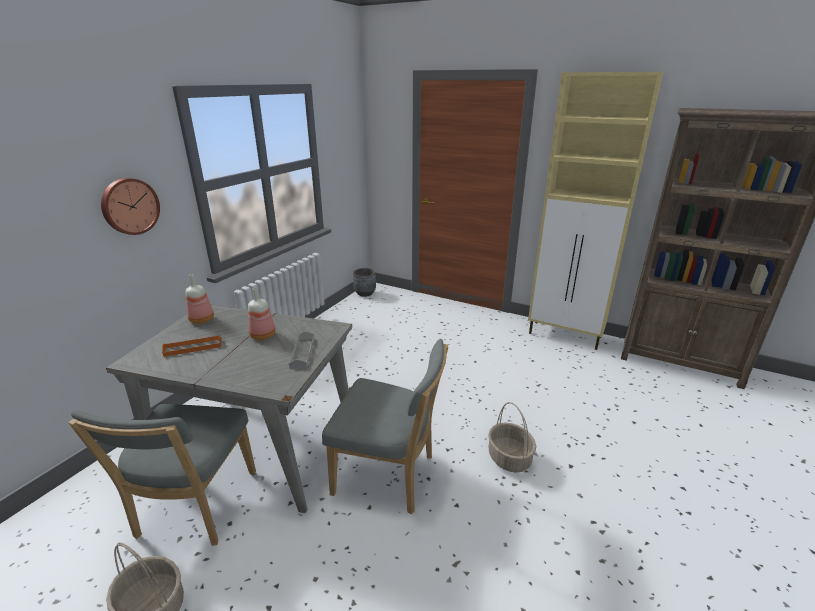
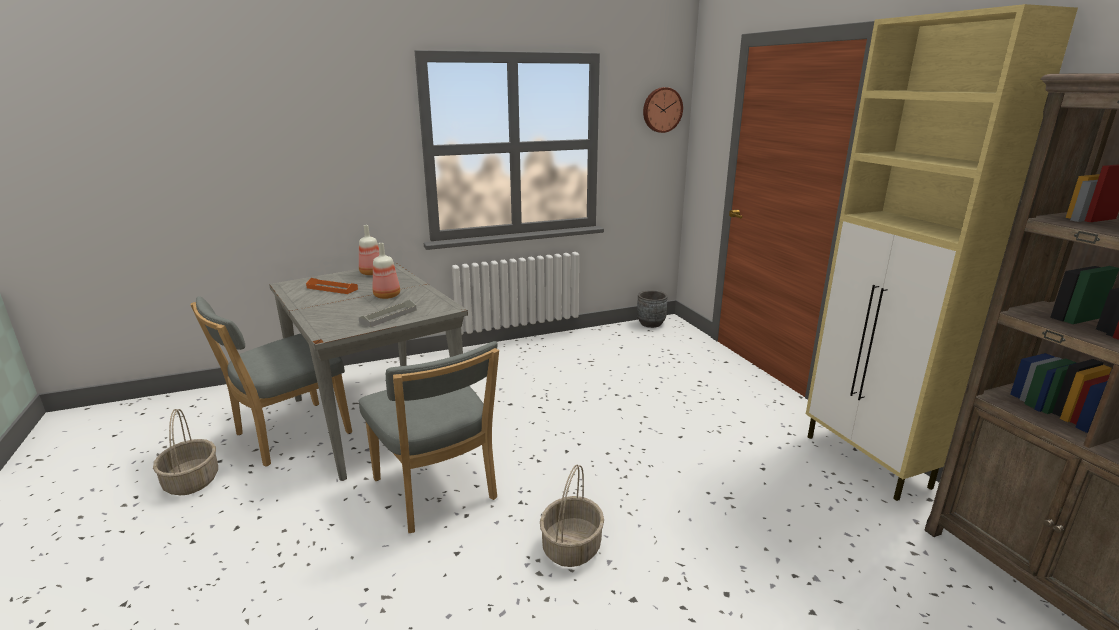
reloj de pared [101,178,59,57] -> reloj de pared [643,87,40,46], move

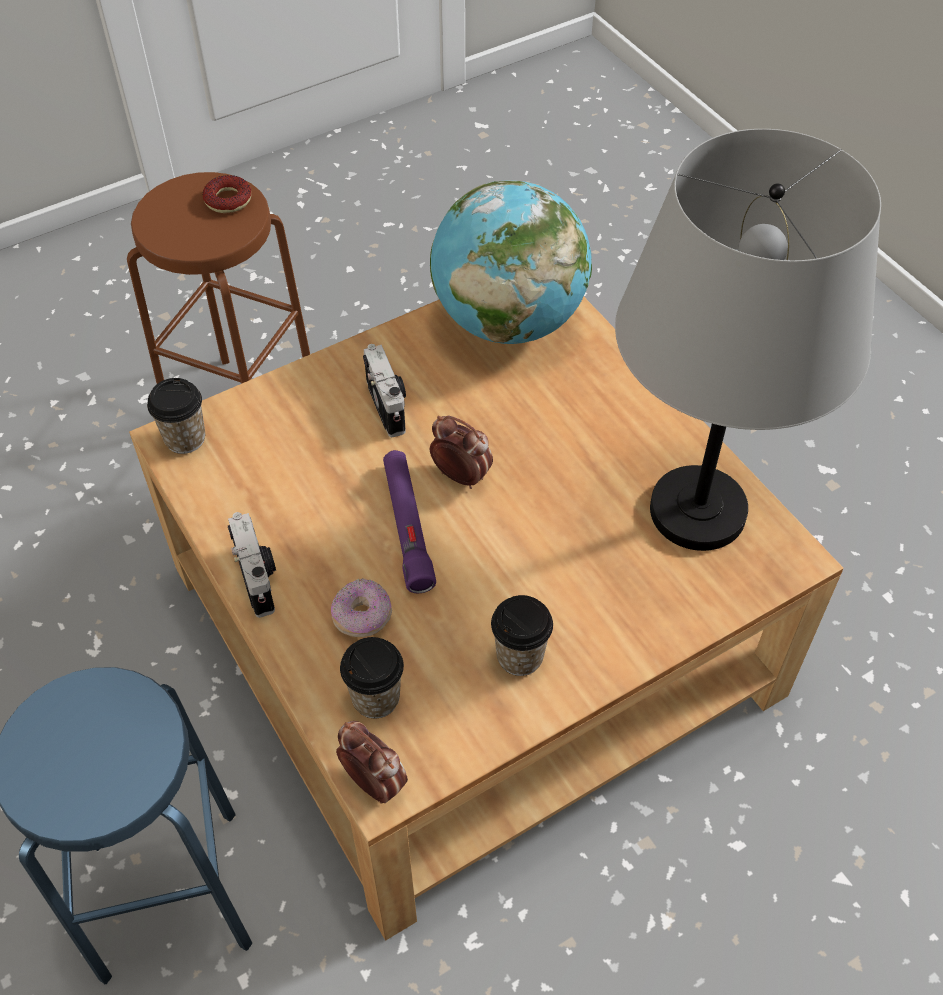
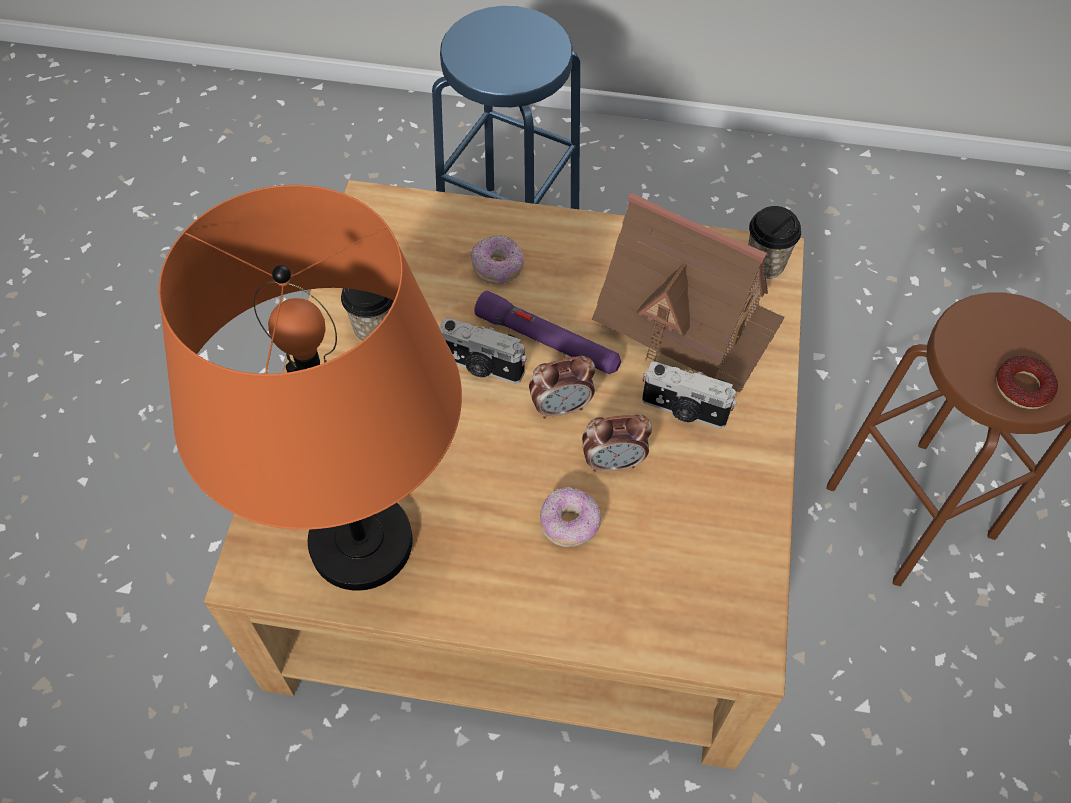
lámpara de mesa [gris] [615,129,266,422] -> lámpara de mesa [naranja] [159,185,303,406]
globo terráqueo [430,181,162,163] -> none
cámara [228,512,48,106] -> cámara [439,318,88,66], move
taza [340,637,64,81] -> none
despertador [336,721,72,83] -> despertador [582,414,70,58], move
none -> casita [592,193,193,200]
none -> rosquilla [540,487,61,60]

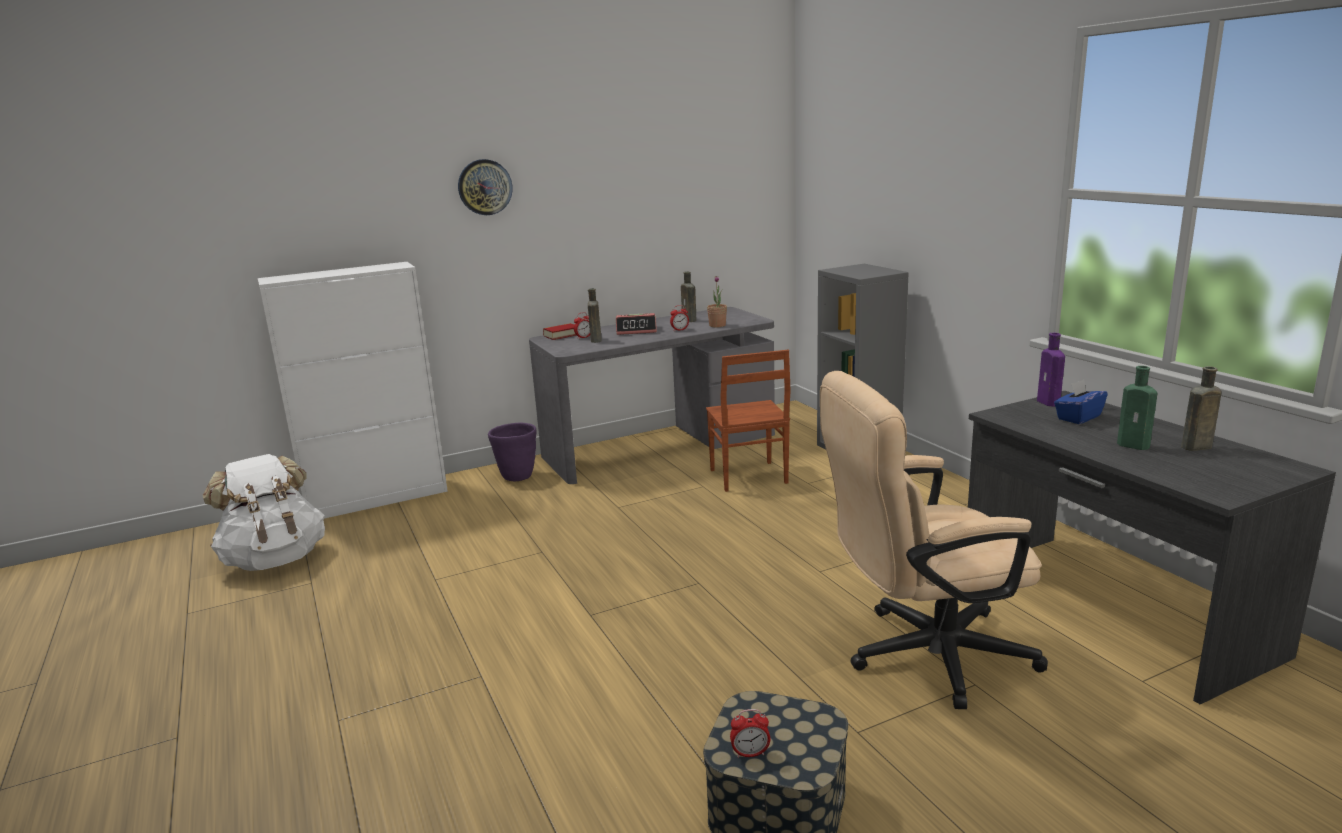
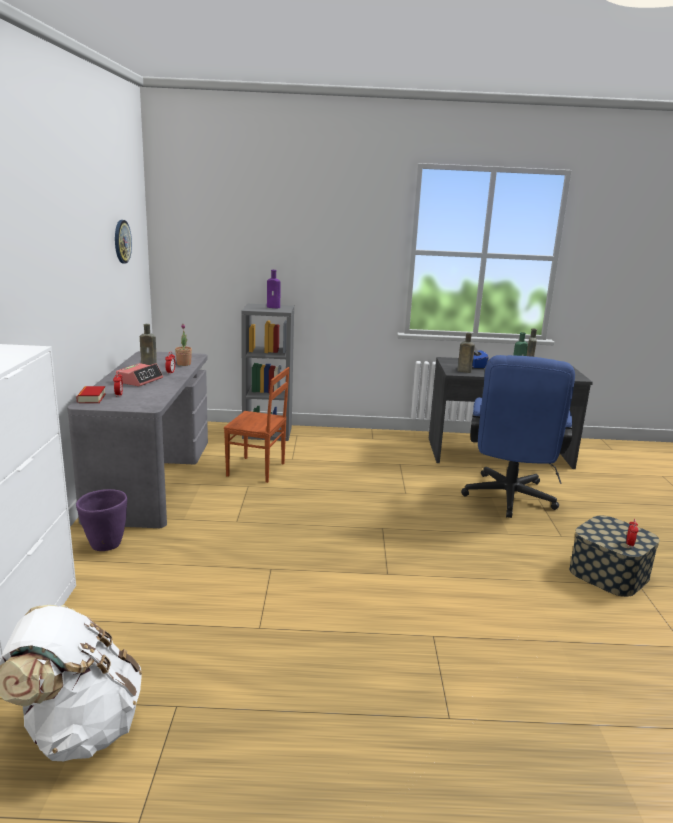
reloj de pared [458,159,55,56] -> reloj de pared [115,220,17,44], move
botella [marrón] [588,288,14,55] -> botella [marrón] [457,333,18,40], move
botella [morado] [1037,333,28,73] -> botella [morado] [267,270,14,38], move
silla de oficina [beis] [820,371,228,338] -> silla de oficina [azul] [461,355,114,163]

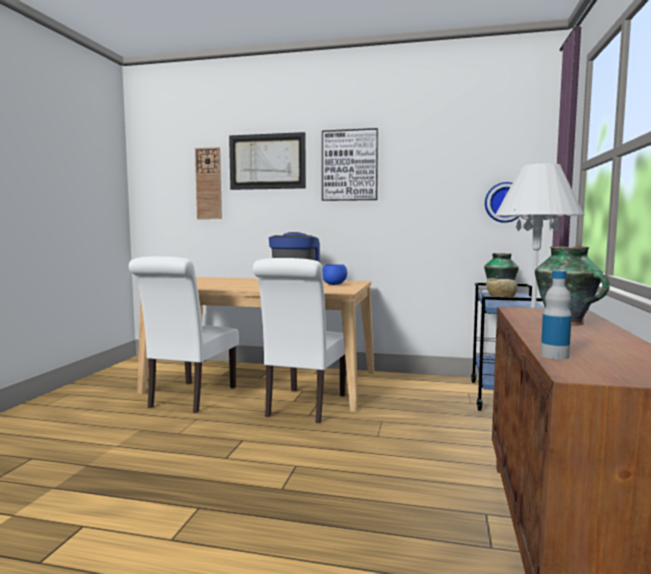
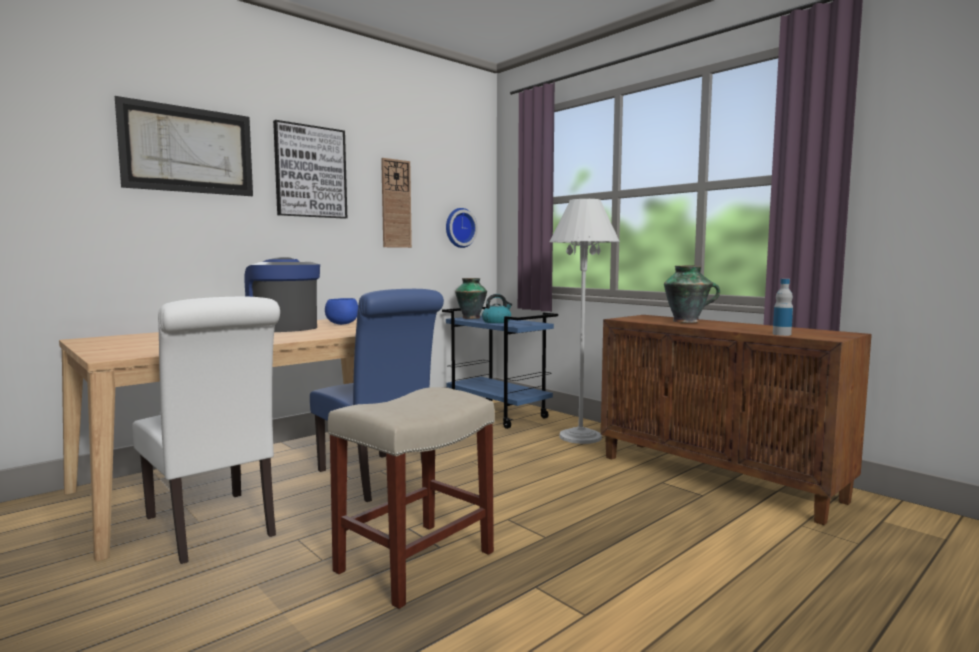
reloj de pared [195,147,27,72] -> reloj de pared [381,158,31,90], move
silla [blanco] [253,258,93,165] -> silla [azul] [310,289,134,213]
cuenco [beis] [486,278,32,19] -> hervidor [482,294,30,29]
none -> taburete [beis] [328,387,167,222]

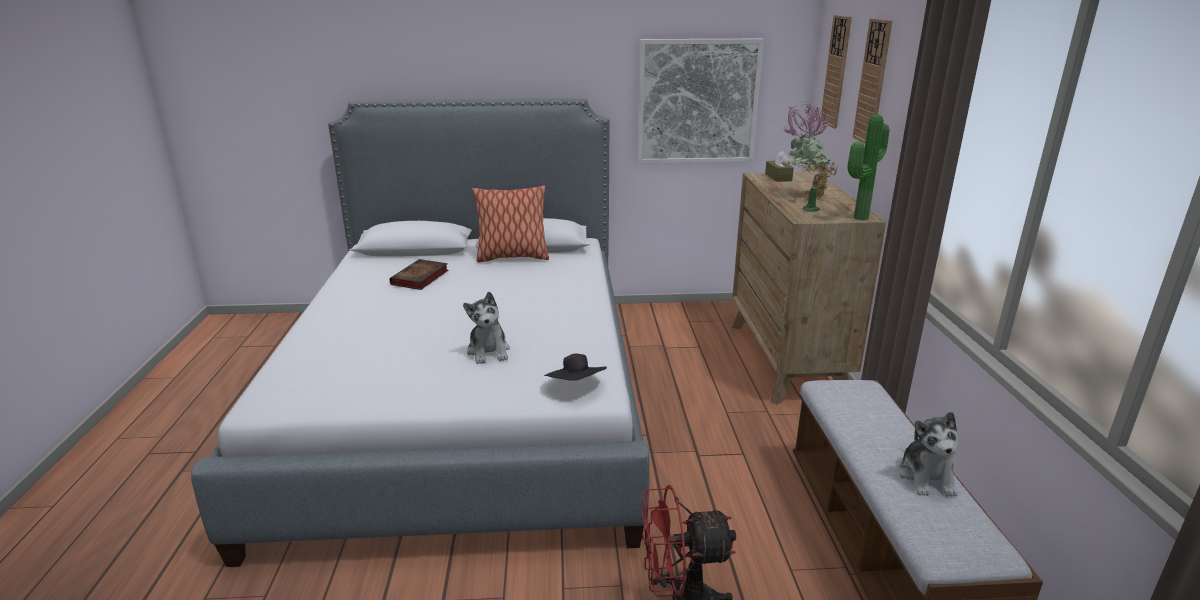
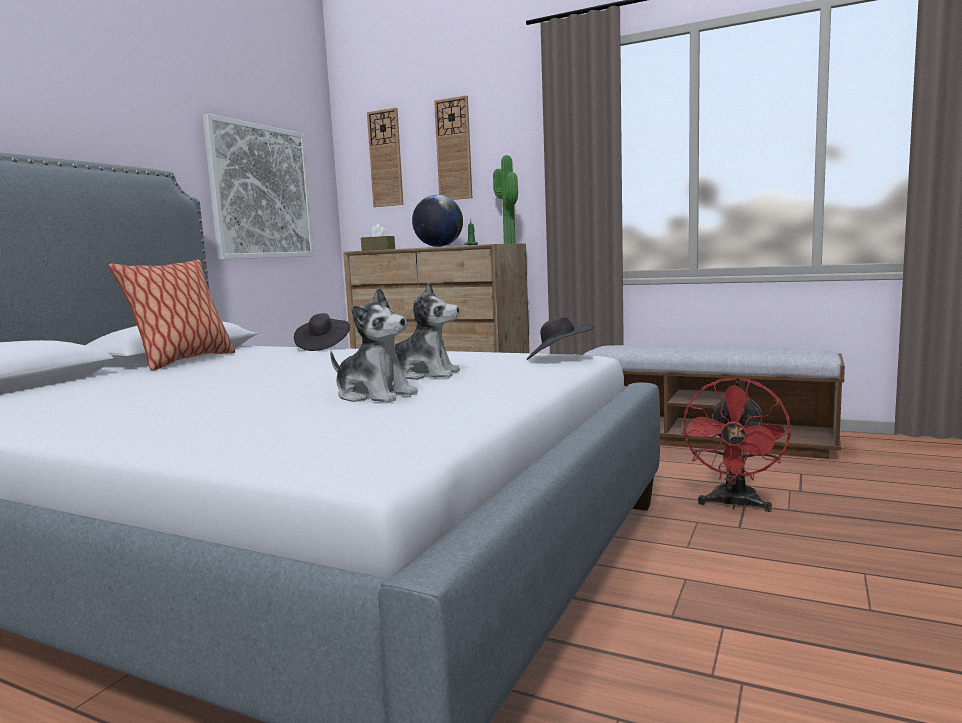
planta en maceta [783,102,55,98] -> globo terráqueo [412,195,51,52]
libro [390,259,58,31] -> none
peluche [898,412,60,85] -> peluche [330,288,88,115], move
none -> sombrero [negro] [294,313,56,38]

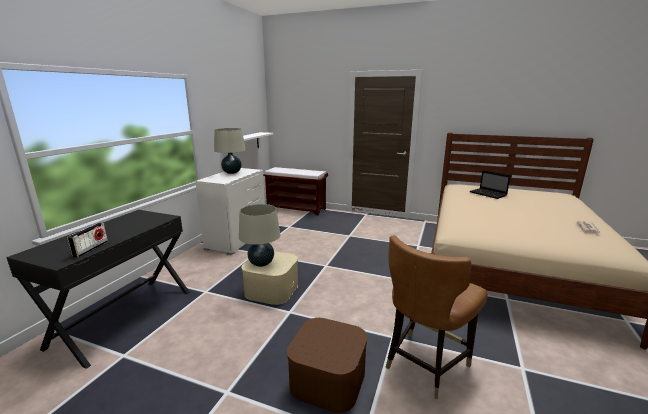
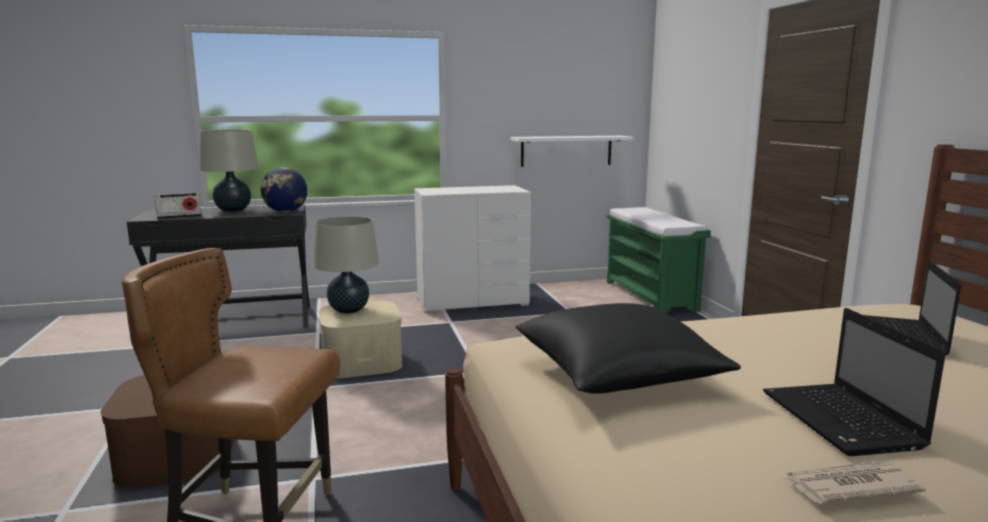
lámpara de mesa [beis] [214,128,32,46] -> lámpara de mesa [beis] [199,130,60,82], move
banco [marrón] [263,167,65,48] -> banco [verde] [607,207,104,106]
none -> globo terráqueo [261,167,46,45]
none -> cojín [negro] [515,303,226,91]
none -> portátil [763,308,183,148]

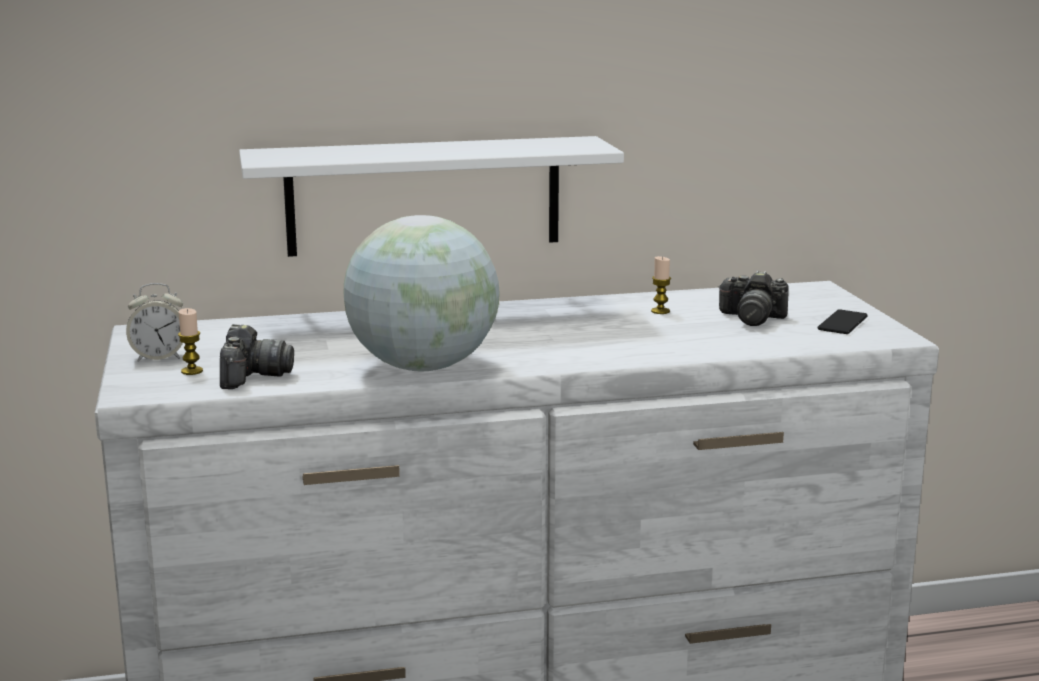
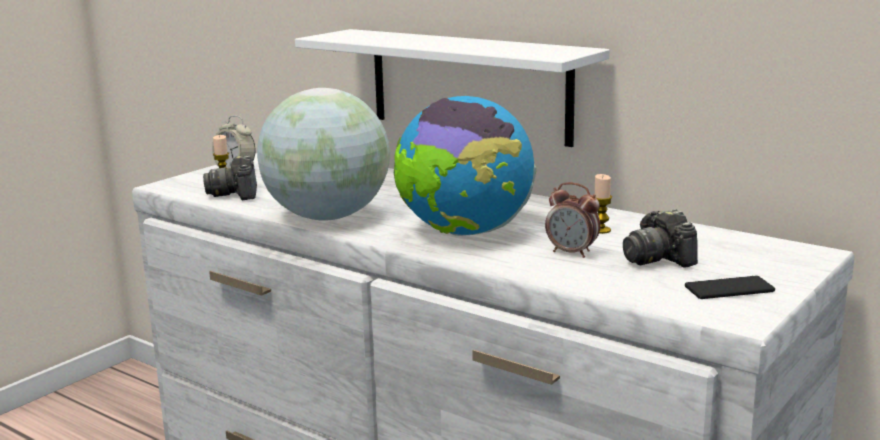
cámara [220,324,74,65] -> cámara [203,155,54,45], 120 degrees clockwise
none -> globo terráqueo [394,96,142,140]
none -> despertador [545,182,56,76]

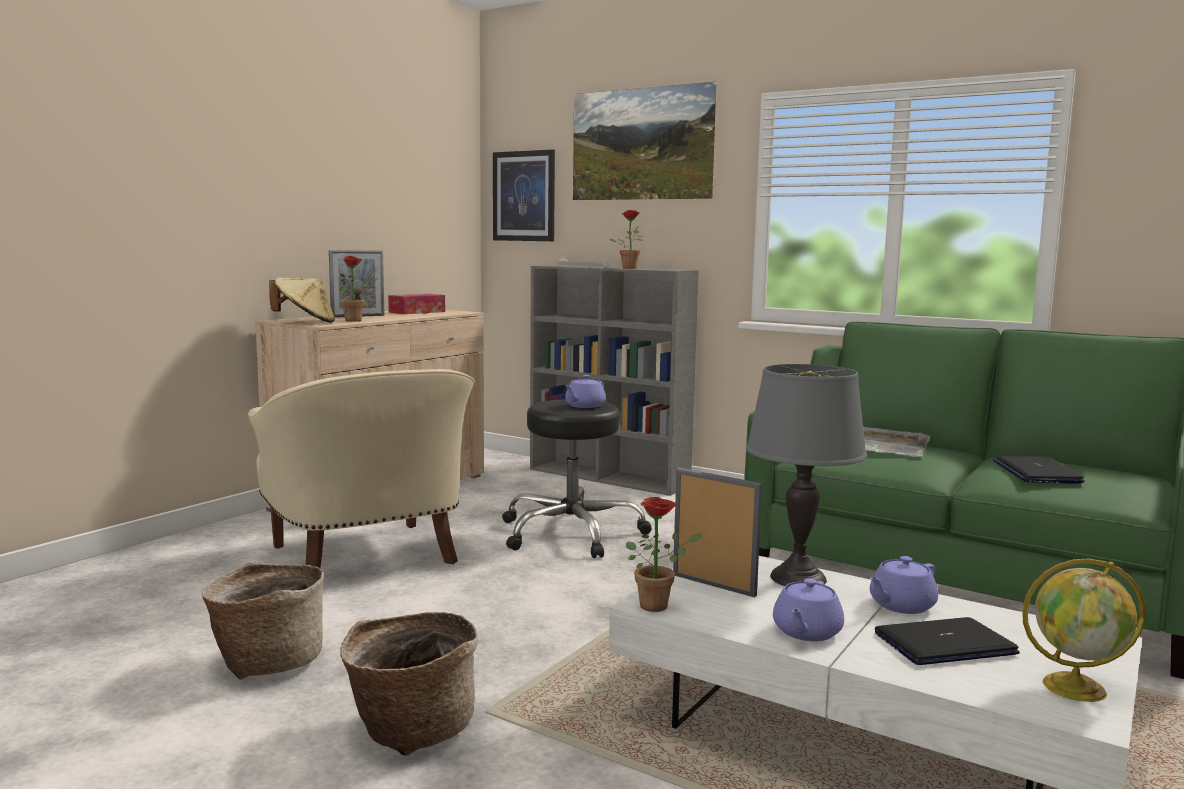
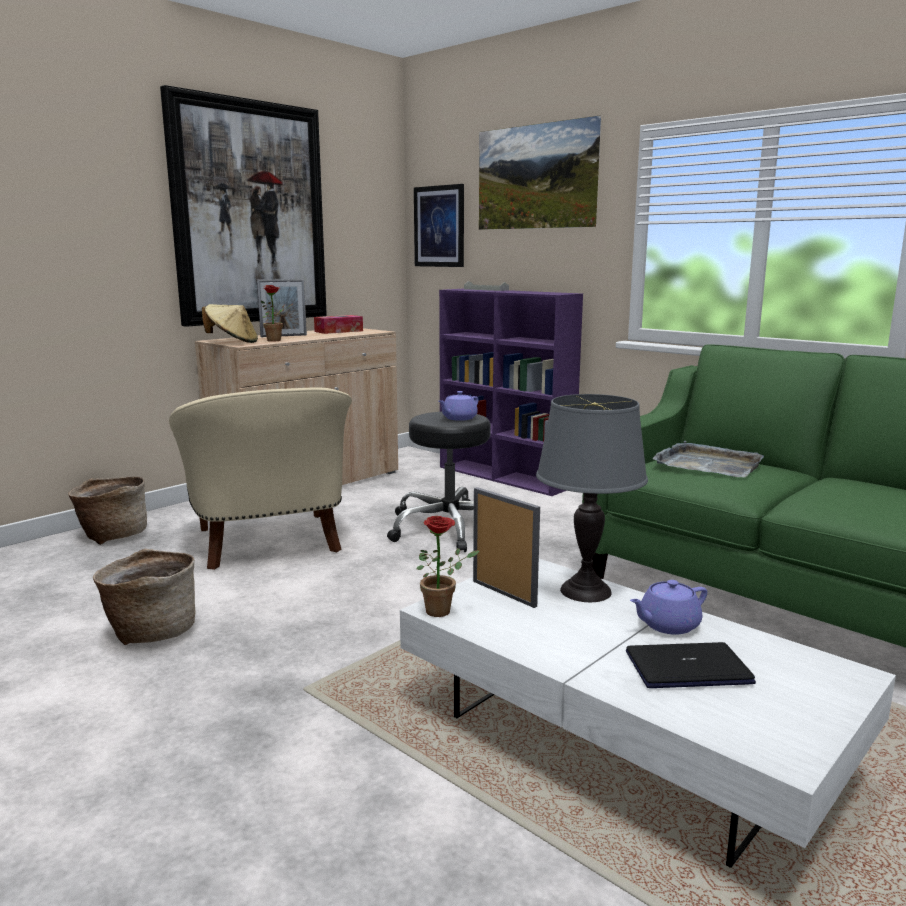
planta en maceta [610,210,33,59] -> none
estantería [gris] [530,265,169,231] -> estantería [morado] [439,289,144,207]
portátil [993,456,92,28] -> none
globo terráqueo [1022,558,124,144] -> none
tetera [morado] [773,578,71,63] -> none
cesta [340,612,138,144] -> cesta [68,477,79,68], move
none -> cuadro [160,85,167,242]

